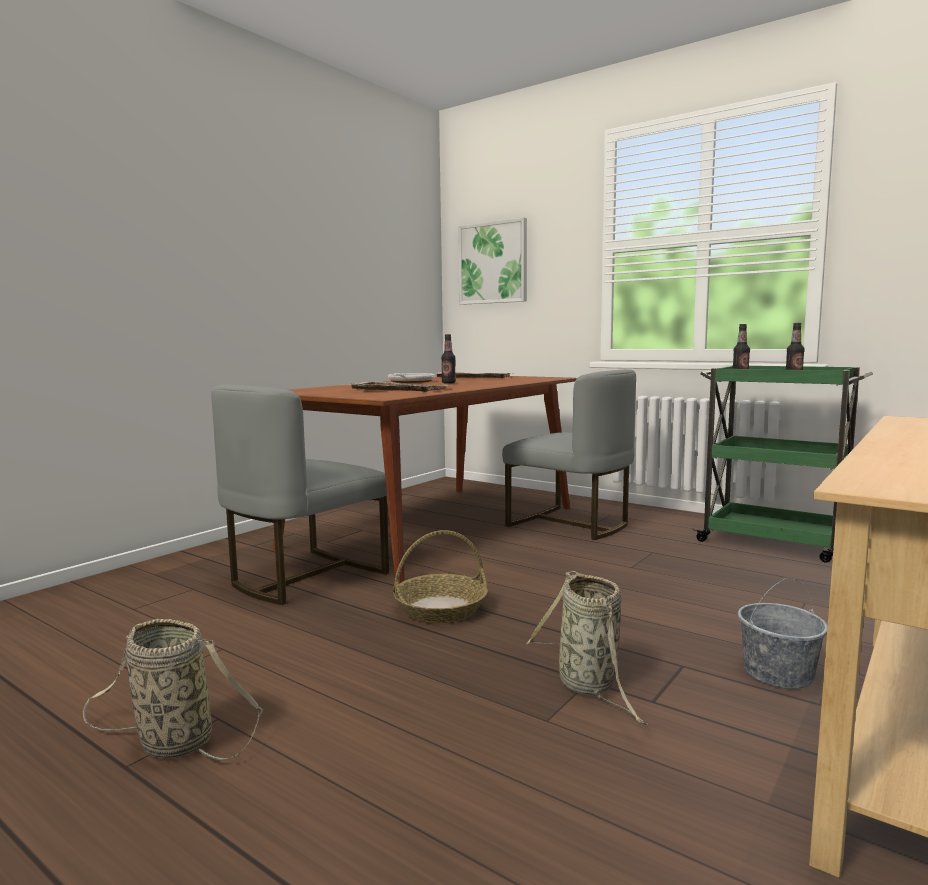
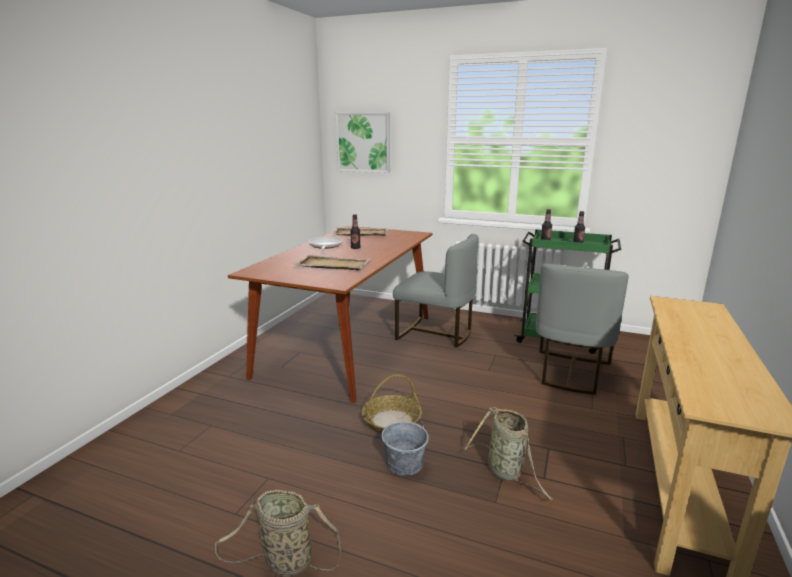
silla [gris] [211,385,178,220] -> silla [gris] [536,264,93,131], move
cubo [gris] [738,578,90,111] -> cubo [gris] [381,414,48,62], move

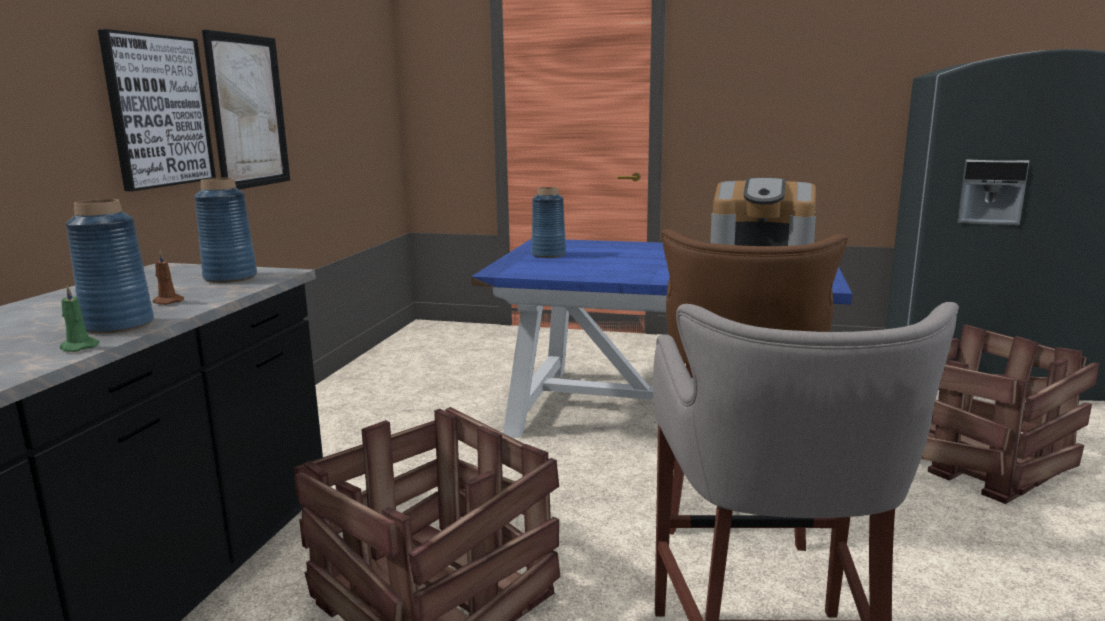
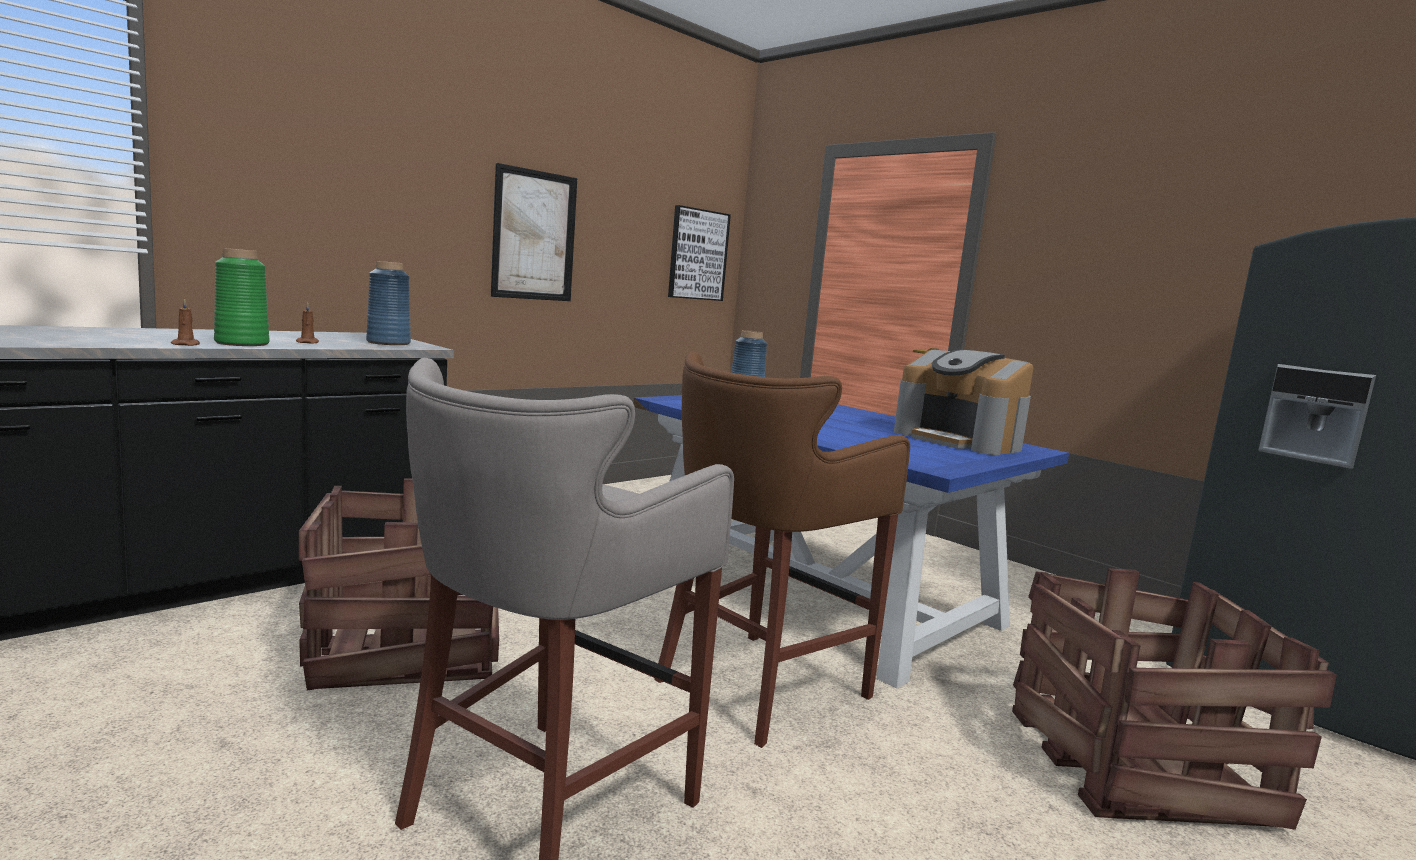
cuadro [98,29,118,162] -> cuadro [668,205,63,96], move
florero [azul] [66,199,88,135] -> florero [verde] [214,248,56,98]
vela [verde] [60,285,40,67] -> vela [marrón] [171,298,29,48]

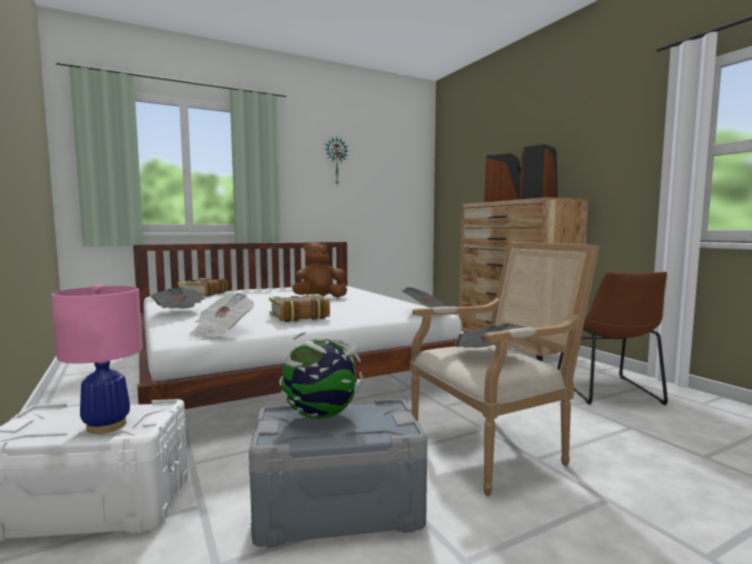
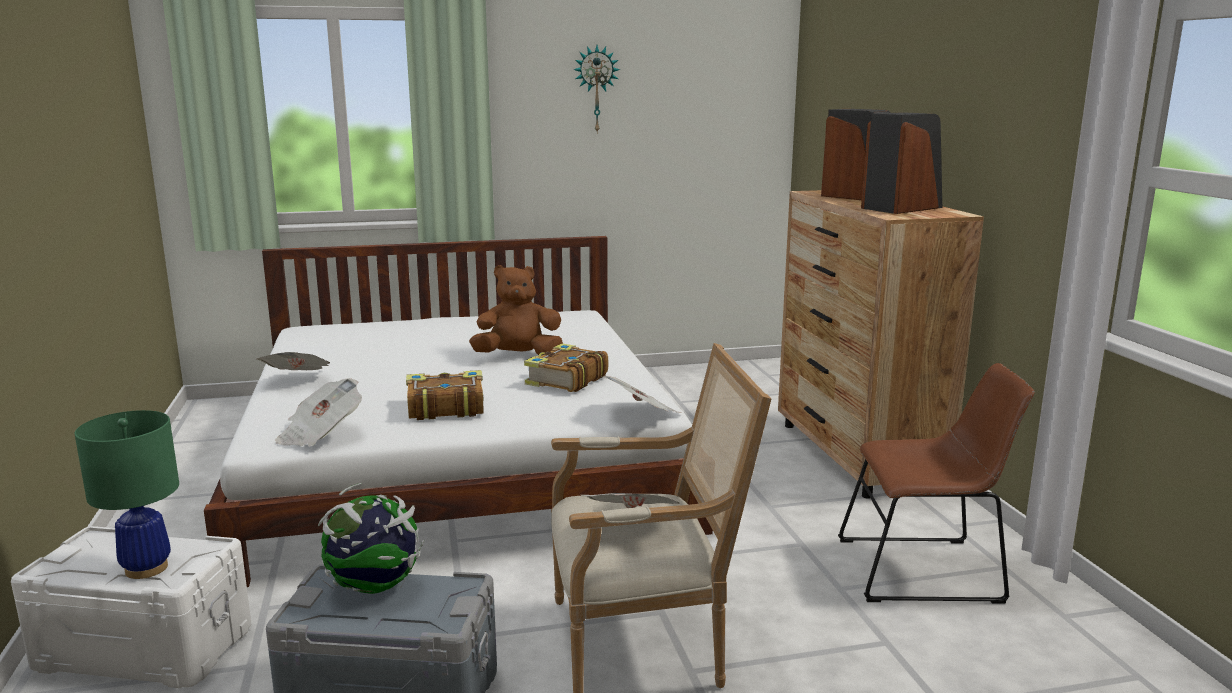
silla [marrón] [557,272,111,133] -> silla [marrón] [838,363,197,241], 105 degrees counterclockwise
libro [178,278,49,19] -> libro [524,343,84,49], move
lámpara de mesa [rosa] [51,284,92,150] -> lámpara de mesa [verde] [75,410,104,169]

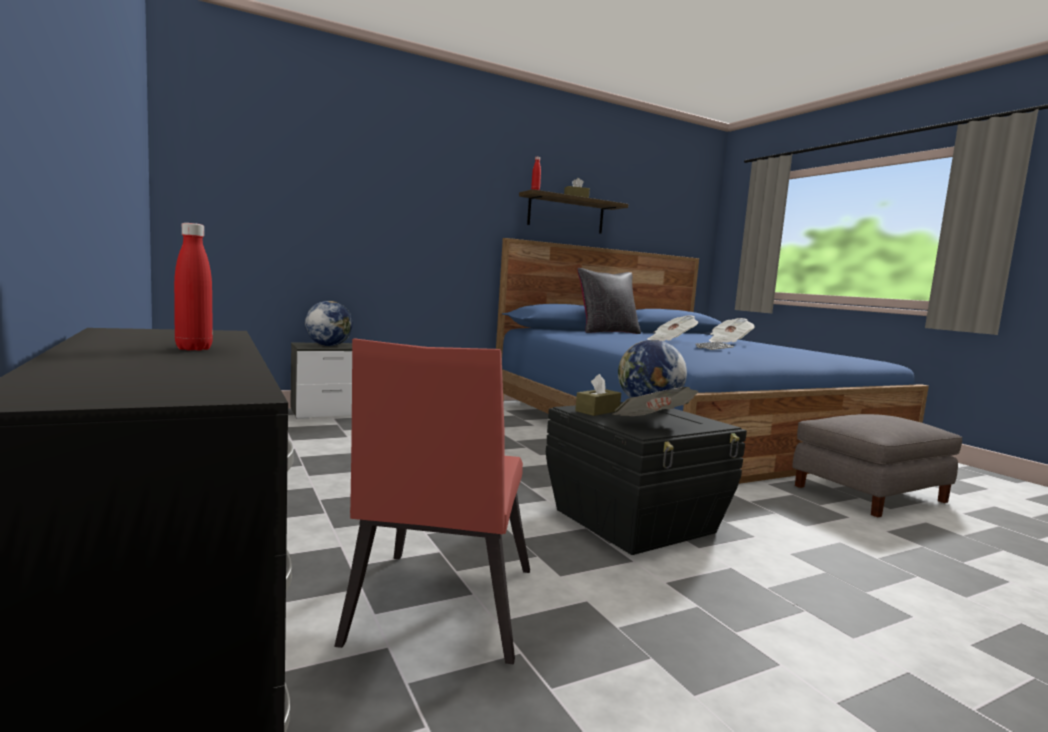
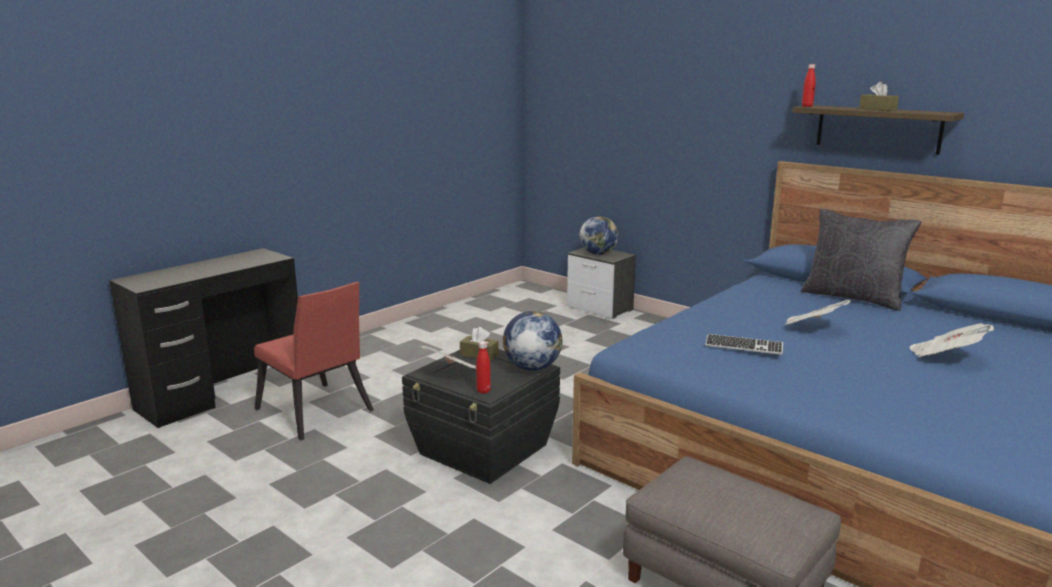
botella [rojo] [174,223,39,128] -> botella [rojo] [476,341,15,53], move
silla [rojo] [334,338,196,326] -> silla [rojo] [254,282,120,158], 120 degrees counterclockwise

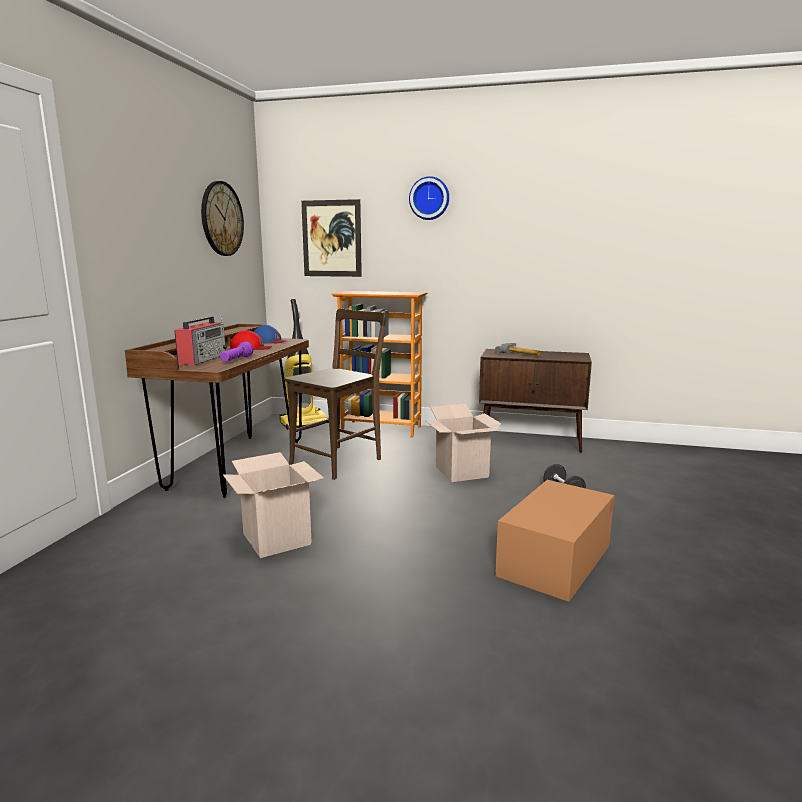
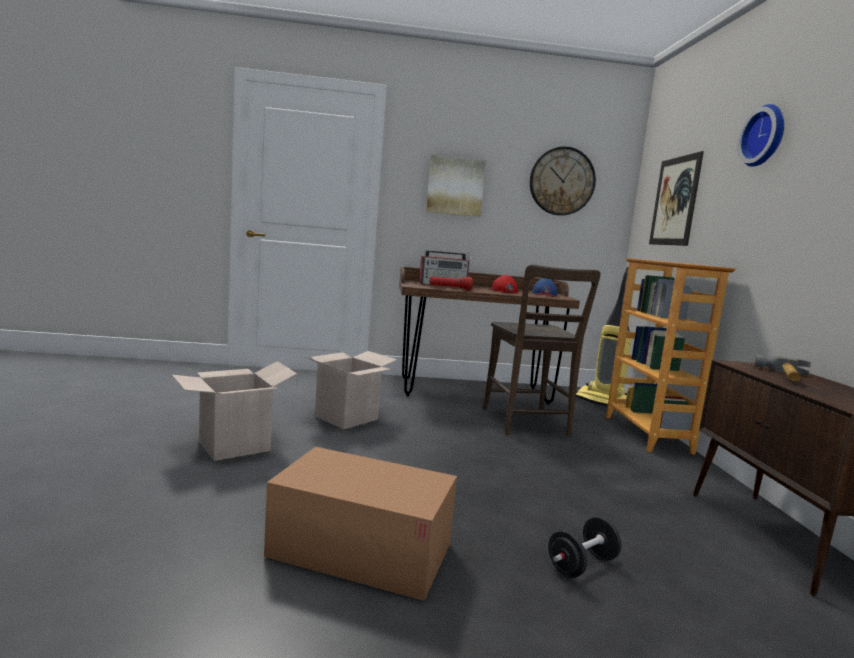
silla [marrón] [285,309,102,171] -> silla [marrón] [482,265,119,171], 60 degrees clockwise
linterna [morado] [220,342,33,20] -> linterna [rojo] [430,277,43,13]
caja de cartón [425,404,77,78] -> caja de cartón [171,361,126,100], move
none -> cuadro [426,155,60,62]

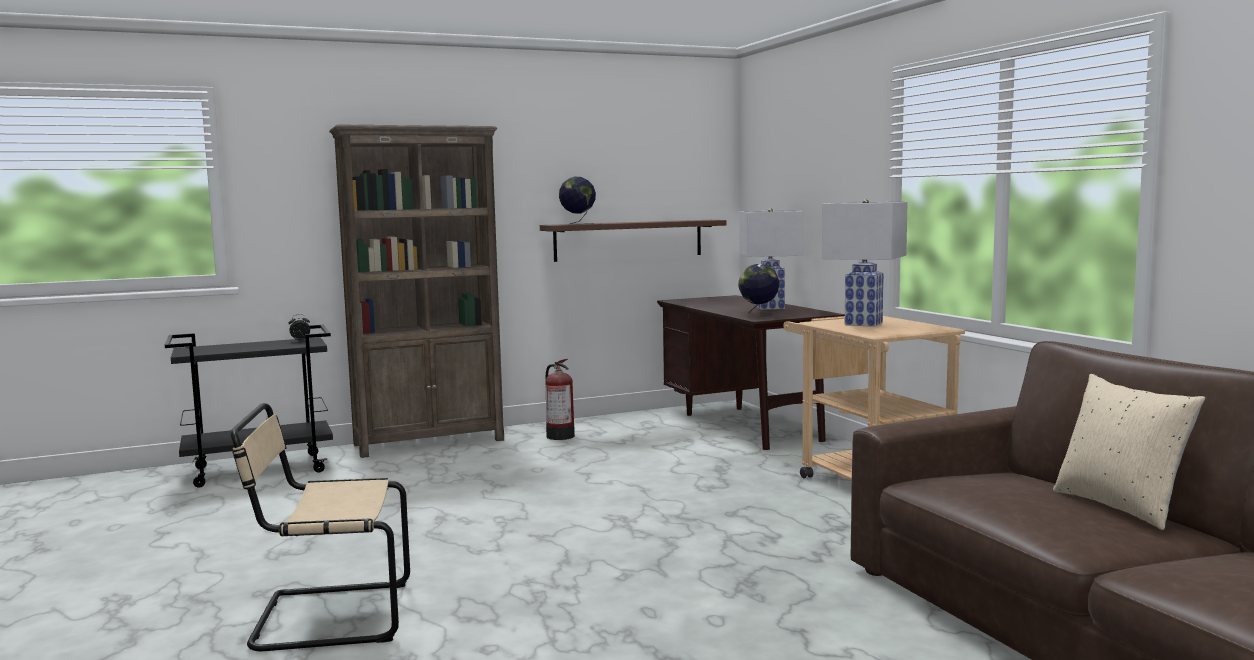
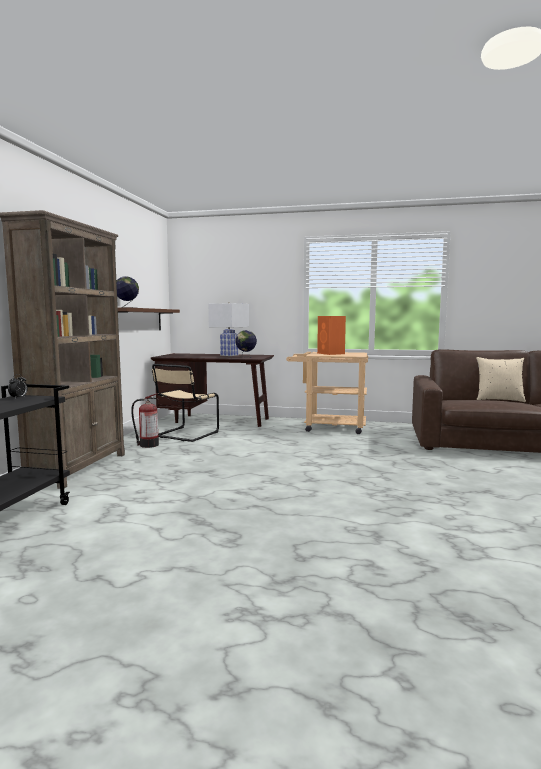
lámpara de mesa [blanco] [822,199,86,128] -> altavoz [naranja] [317,316,29,39]
silla [beis] [230,403,180,248] -> silla [beis] [152,364,67,78], move

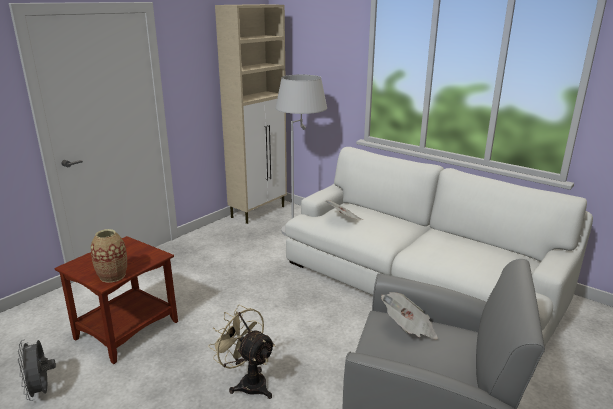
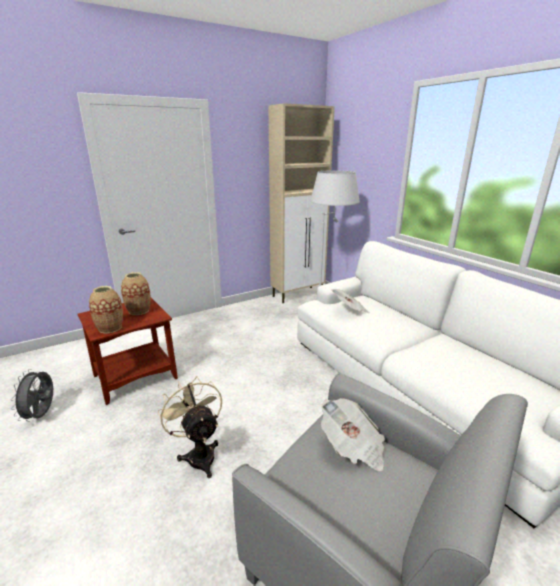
none -> florero [121,272,30,43]

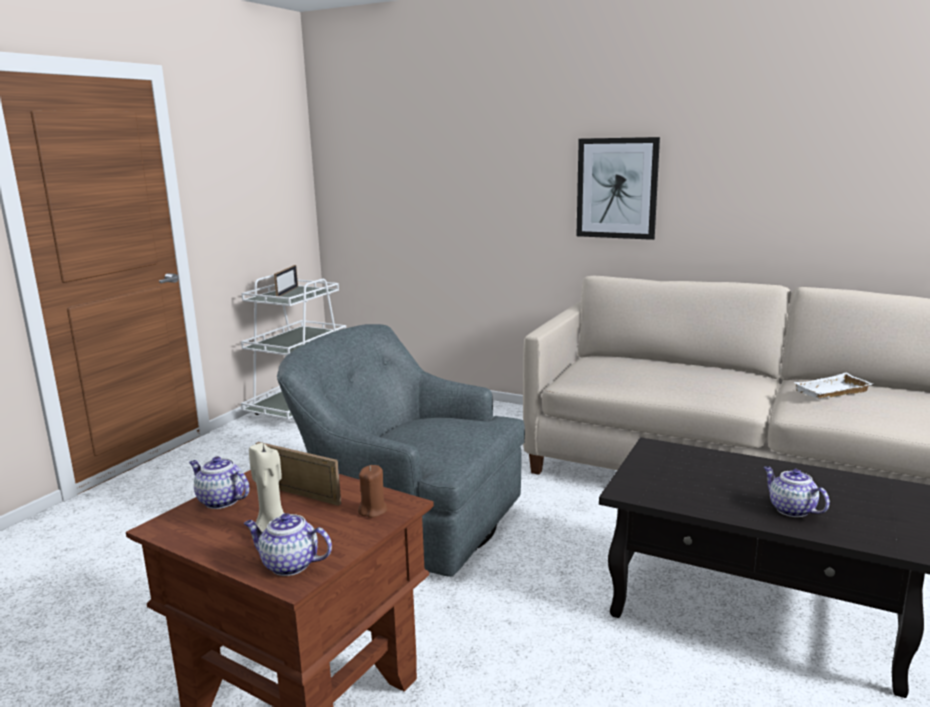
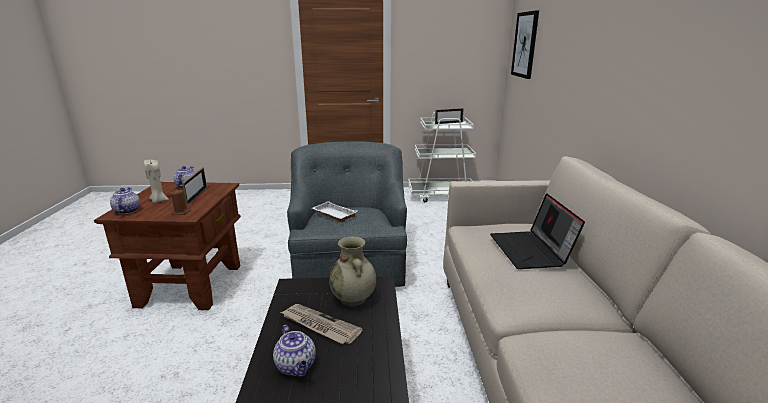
cuadro [577,137,83,103] -> cuadro [511,10,28,69], move
bandeja [blanco] [793,373,80,26] -> bandeja [blanco] [312,201,45,22], move
tetera [764,466,66,51] -> tetera [273,325,43,52], 120 degrees clockwise
none -> portátil [490,193,95,76]
none -> florero [beis] [329,236,47,70]
none -> periódico [281,304,82,40]

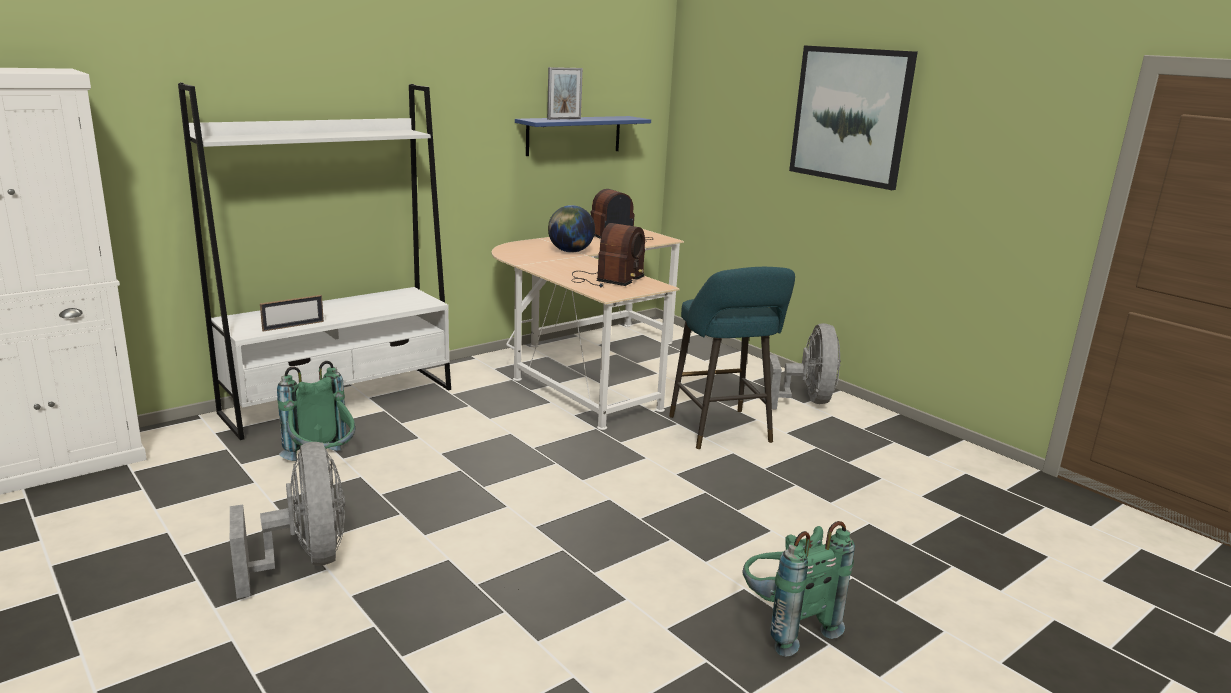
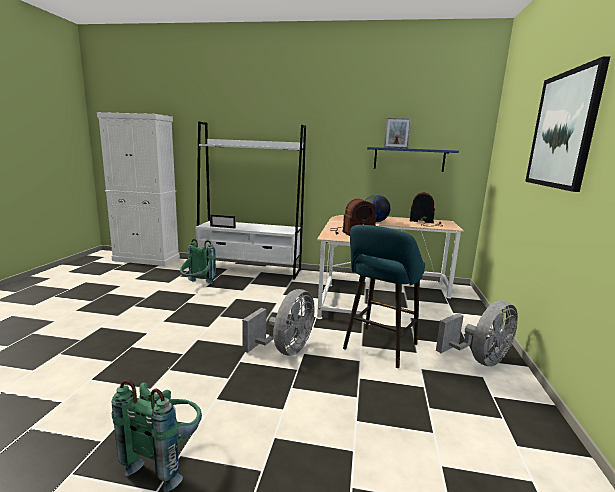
ventilador [gris] [230,442,115,157] -> ventilador [gris] [242,289,72,67], move

